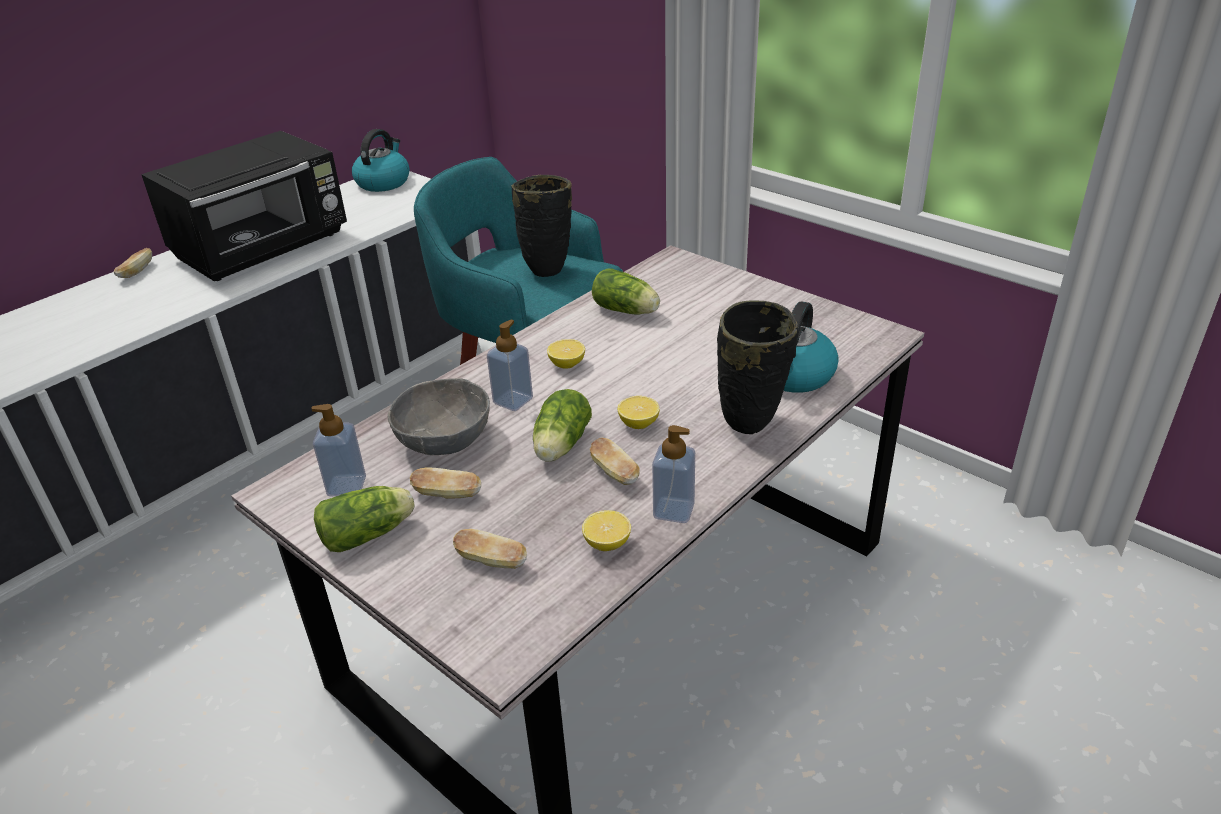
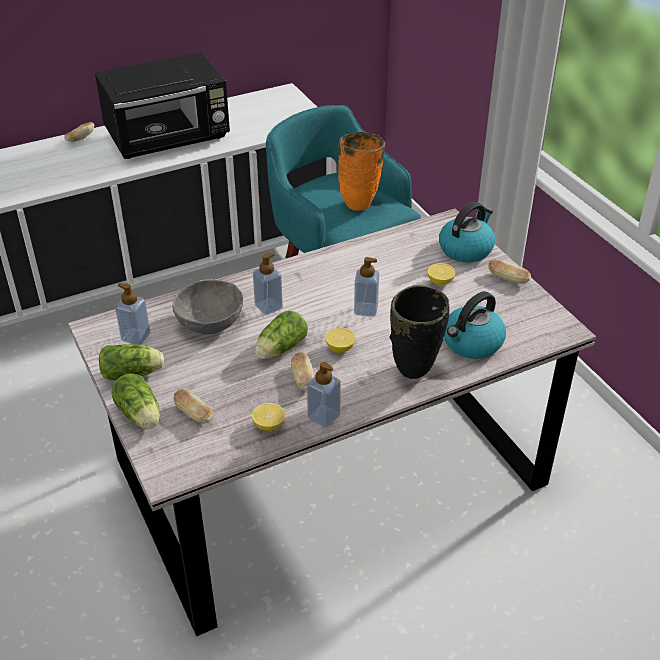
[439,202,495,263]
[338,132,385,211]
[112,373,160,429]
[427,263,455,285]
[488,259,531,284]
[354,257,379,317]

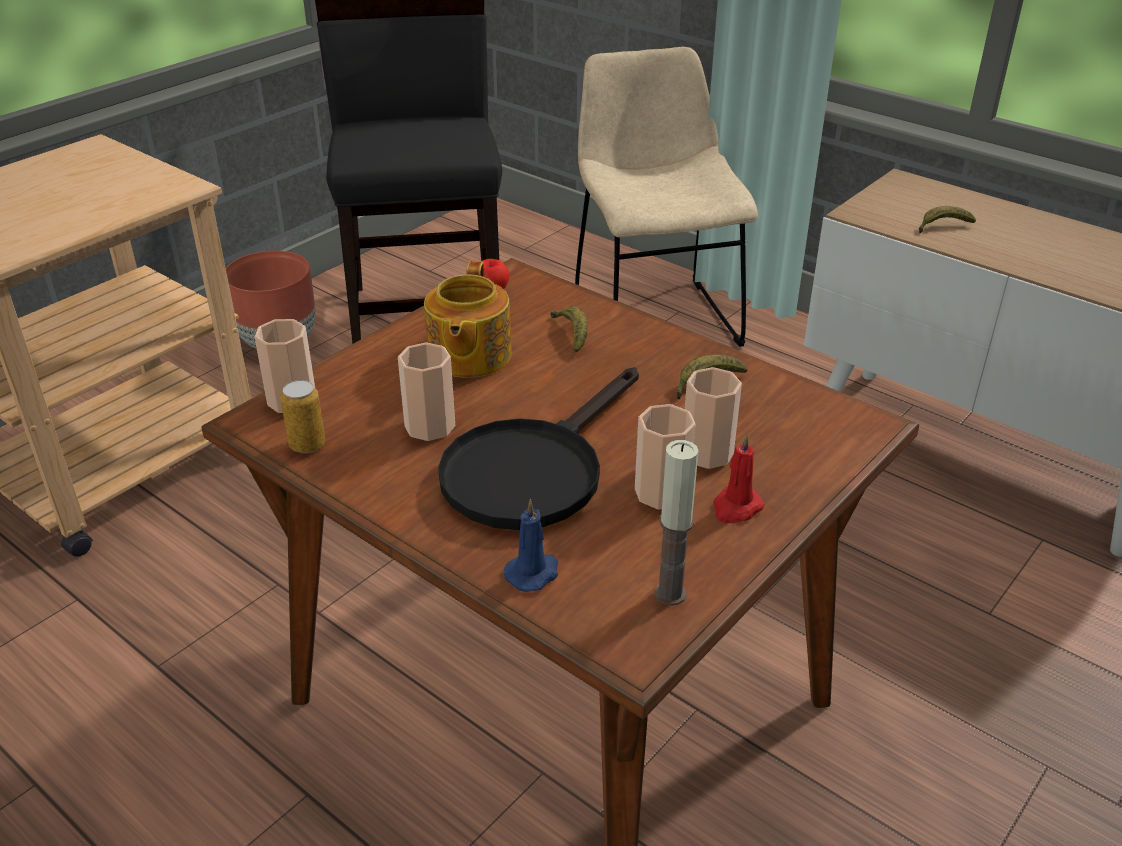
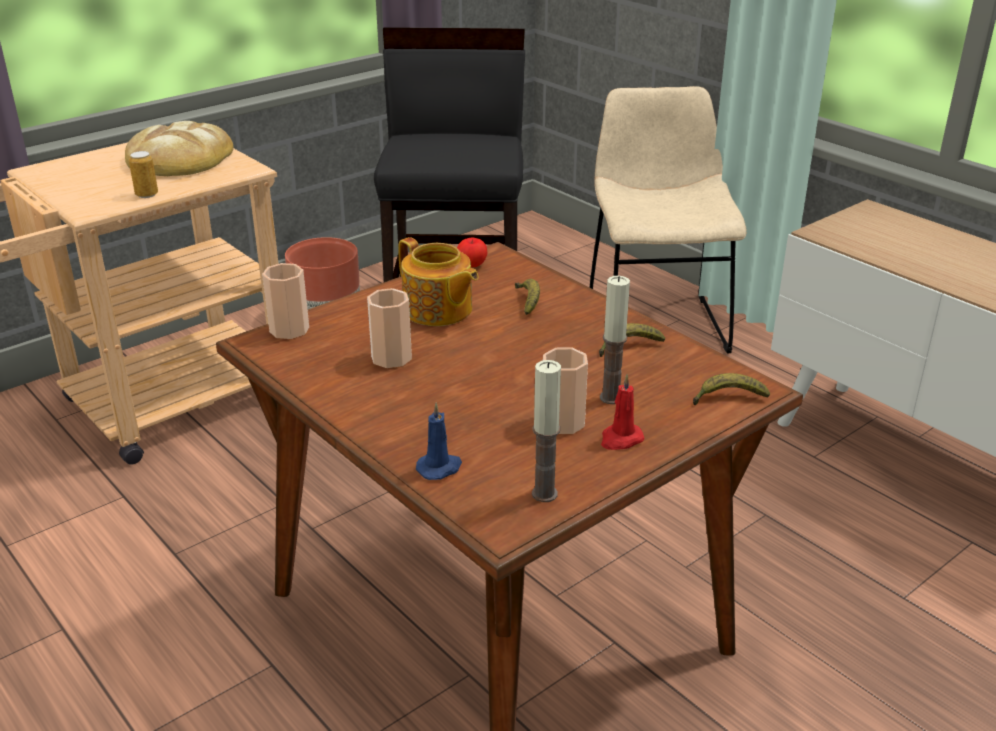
[693,373,770,405]
[398,237,479,326]
[438,367,639,530] (first image)
[600,276,630,404]
[129,151,158,198]
[125,121,234,176]

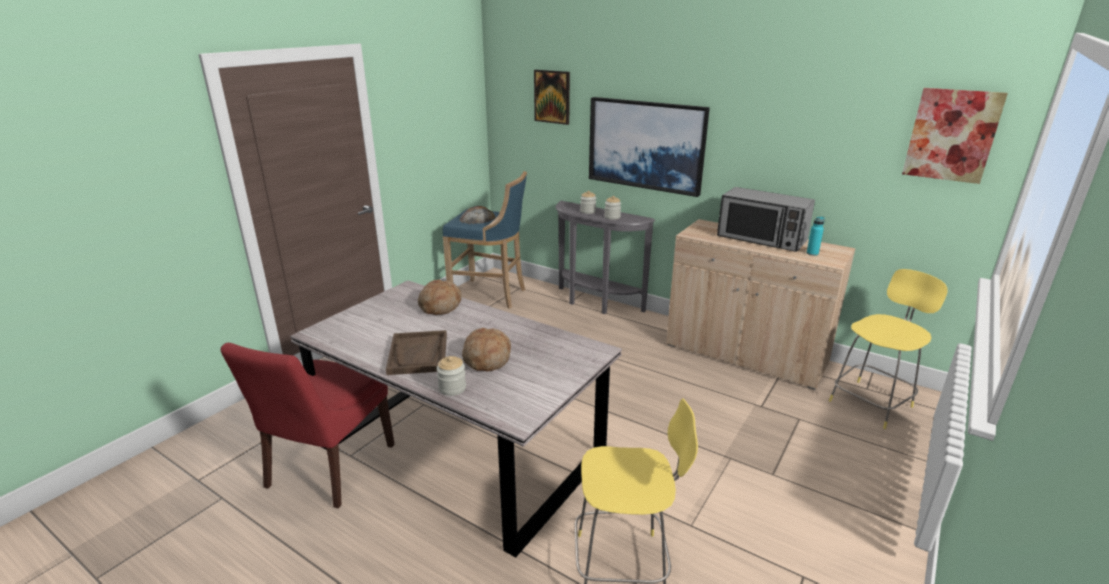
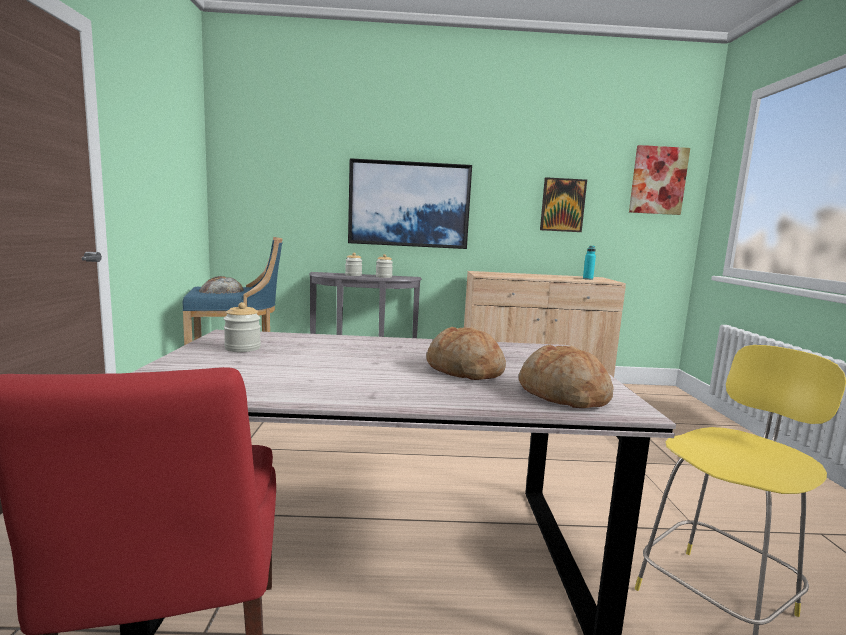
[540,177,587,232]
[717,187,815,252] (first image)
[829,269,948,429] (first image)
[519,345,614,408]
[386,330,447,375] (first image)
[223,302,261,352]

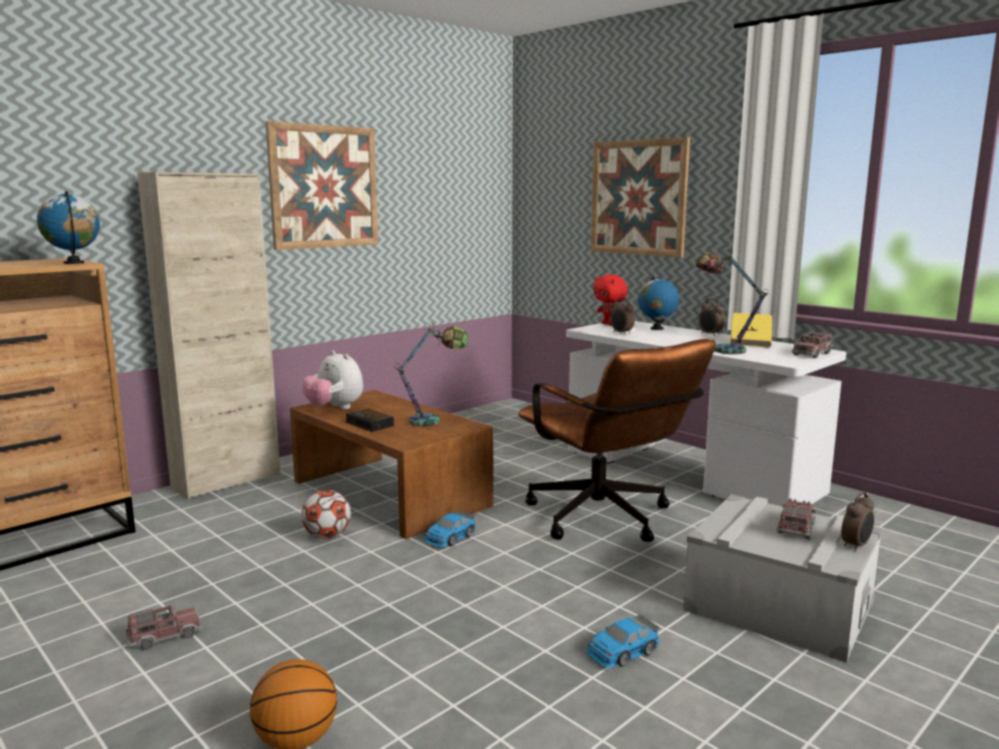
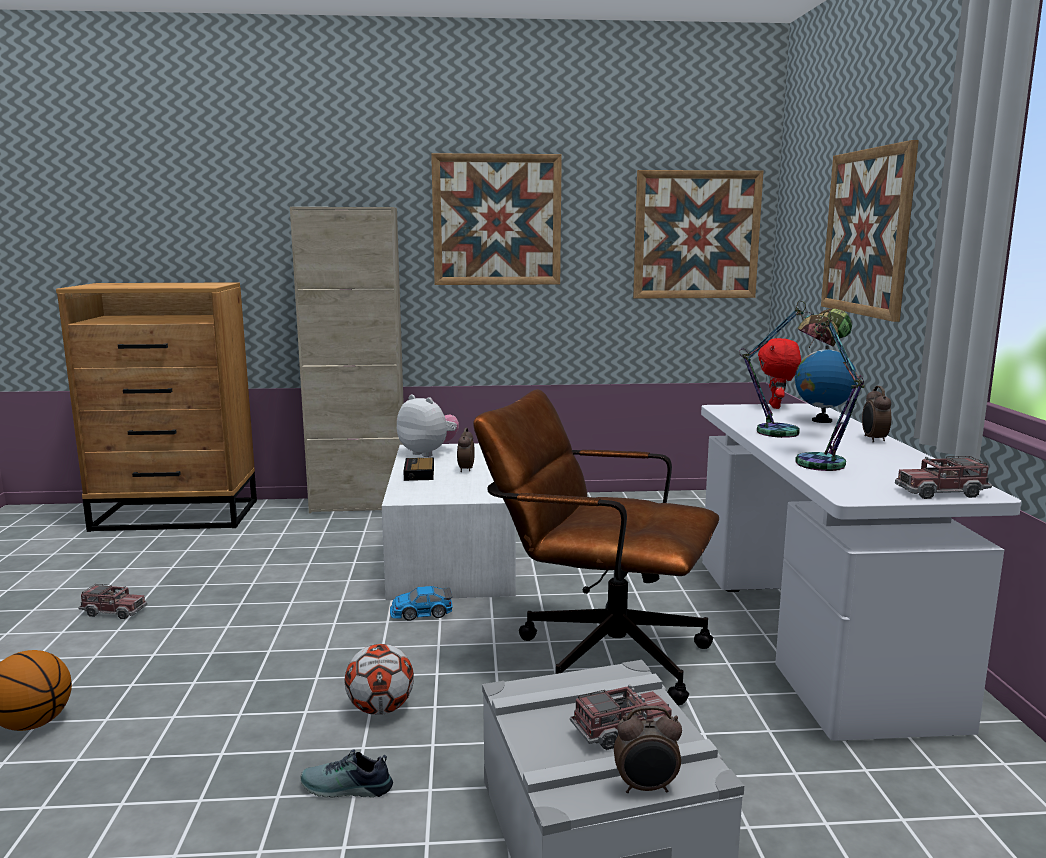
[37,191,100,264] (first image)
[457,428,475,472]
[730,313,772,347] (first image)
[739,301,852,438]
[473,389,719,705]
[397,394,459,457]
[382,443,516,600]
[344,644,414,715]
[301,749,393,798]
[633,170,763,299]

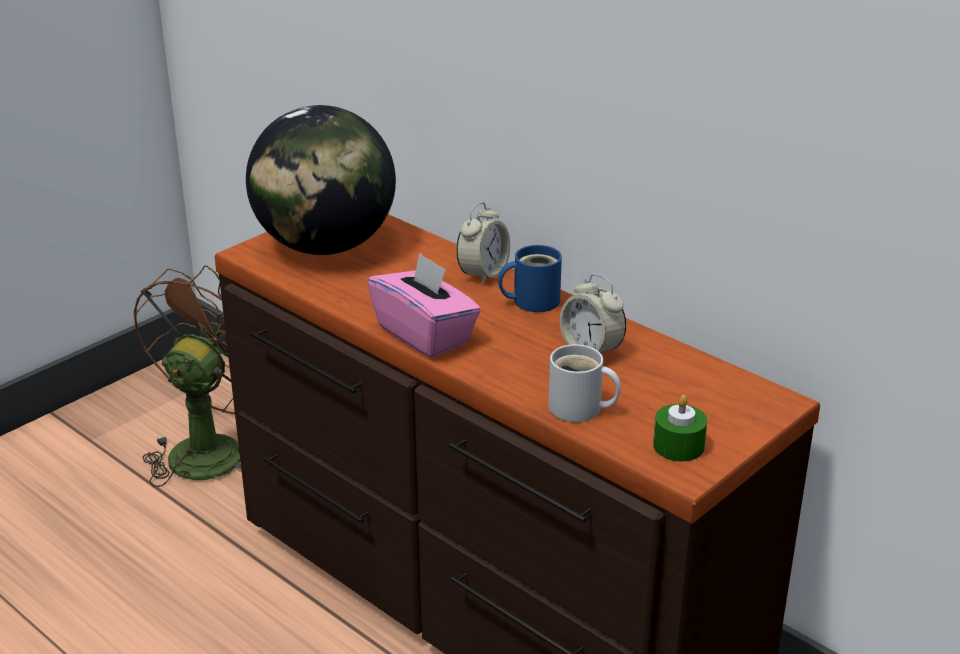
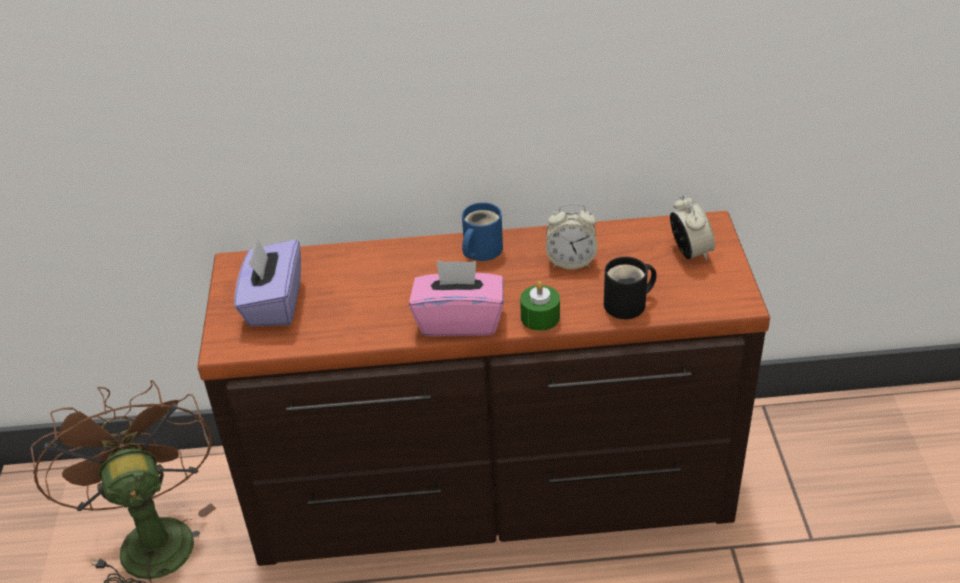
[234,238,301,326]
[670,195,715,260]
[604,257,657,319]
[520,281,560,331]

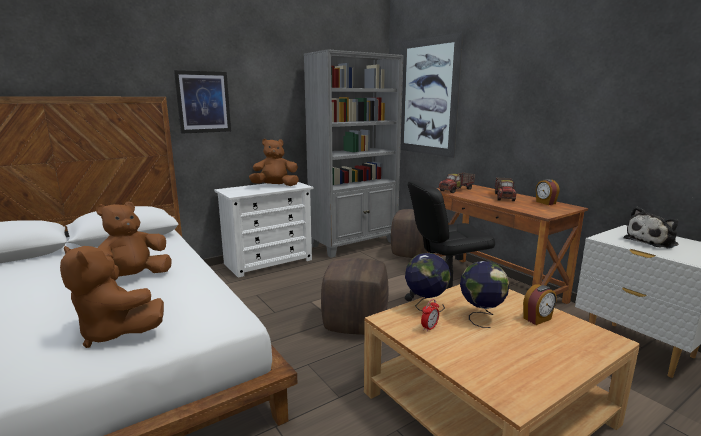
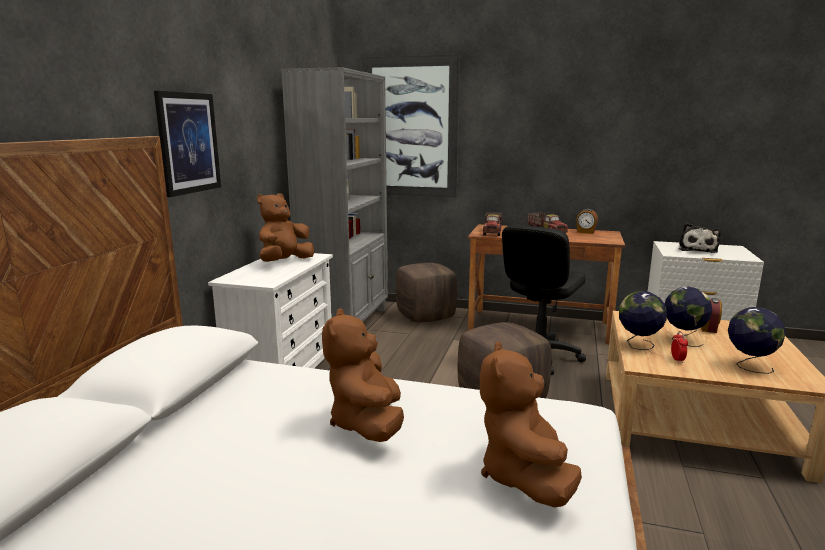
[480,341,582,507]
[728,307,786,374]

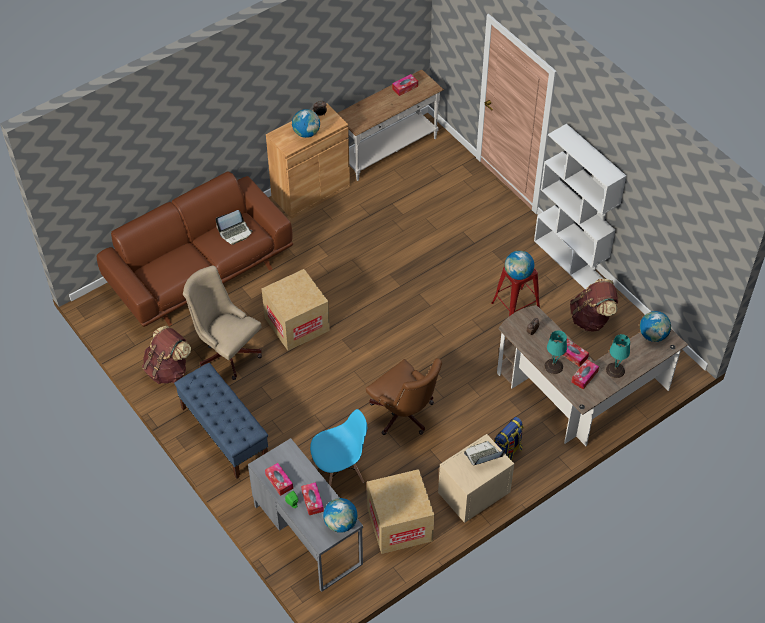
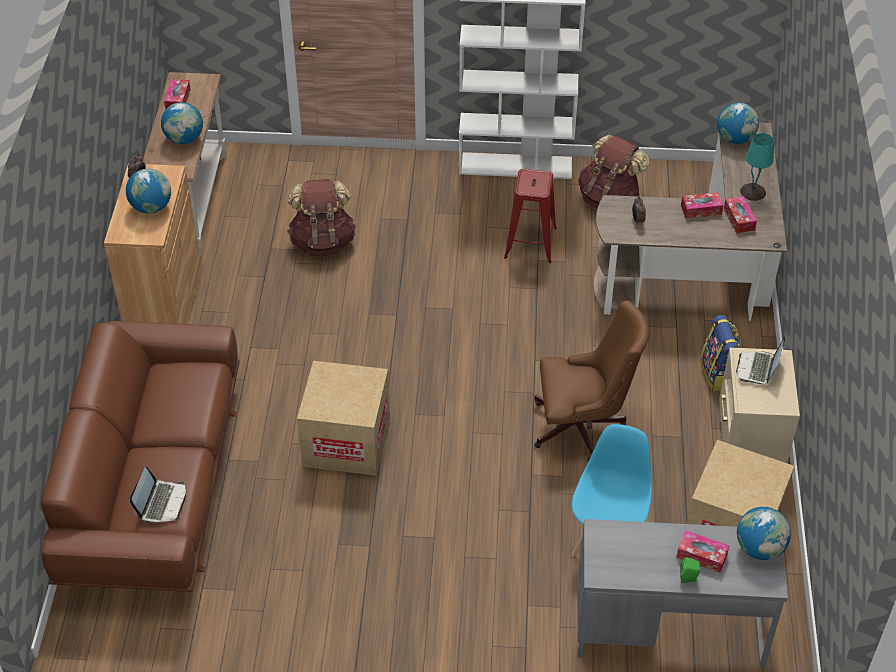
[130,467,186,523]
[161,102,203,144]
[183,266,262,380] (first image)
[287,179,356,256]
[544,330,567,374] (first image)
[174,363,268,479] (first image)
[265,463,293,496] (first image)

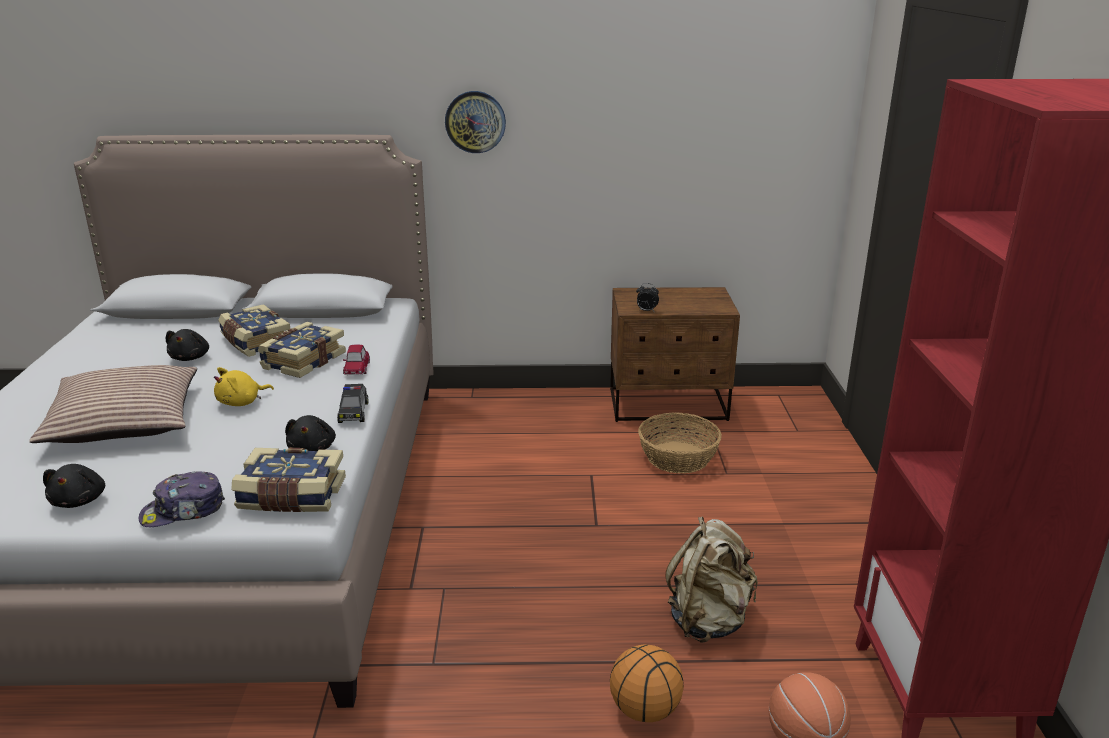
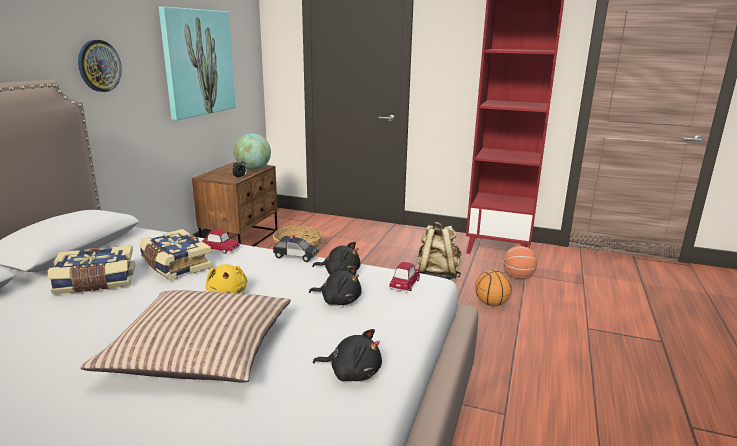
[309,266,362,305]
[389,262,420,291]
[139,471,225,527] (first image)
[159,7,236,120]
[234,134,271,170]

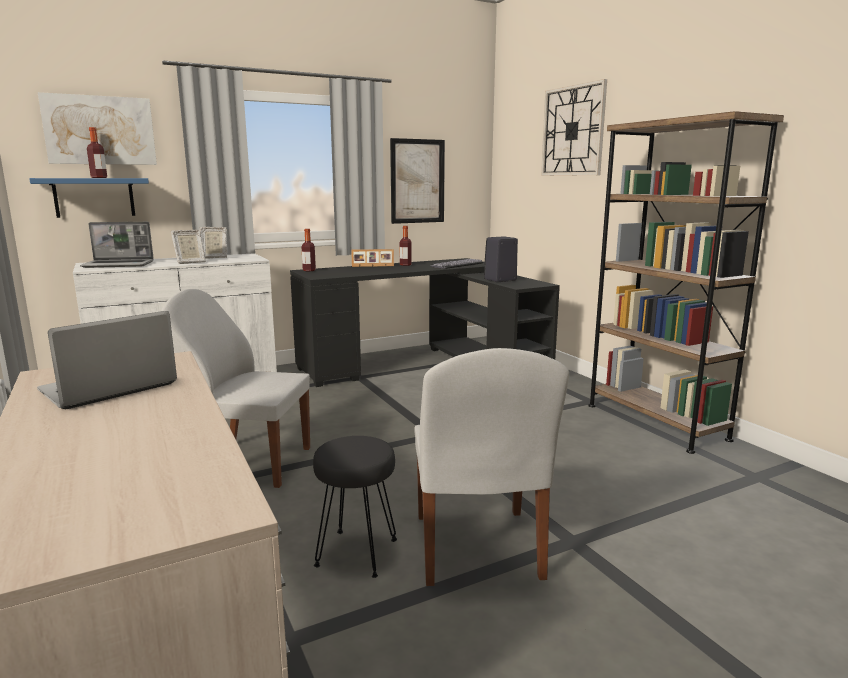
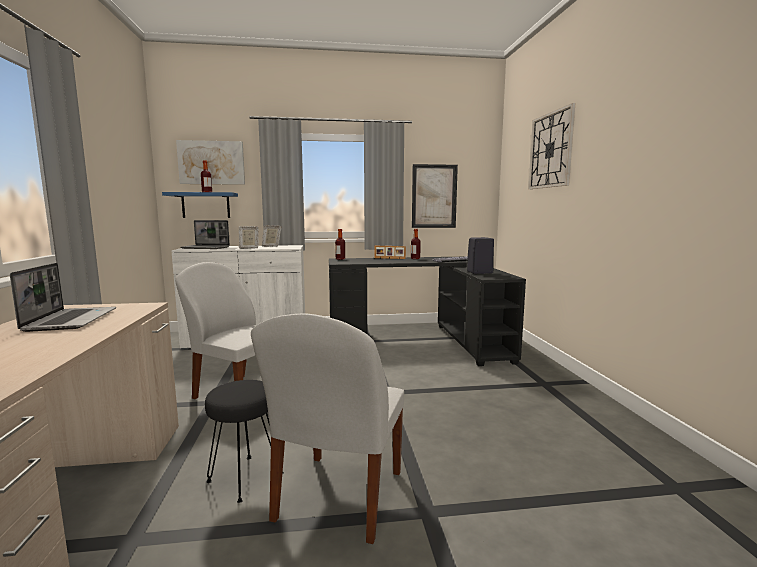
[588,111,784,454] (first image)
[10,263,116,332]

